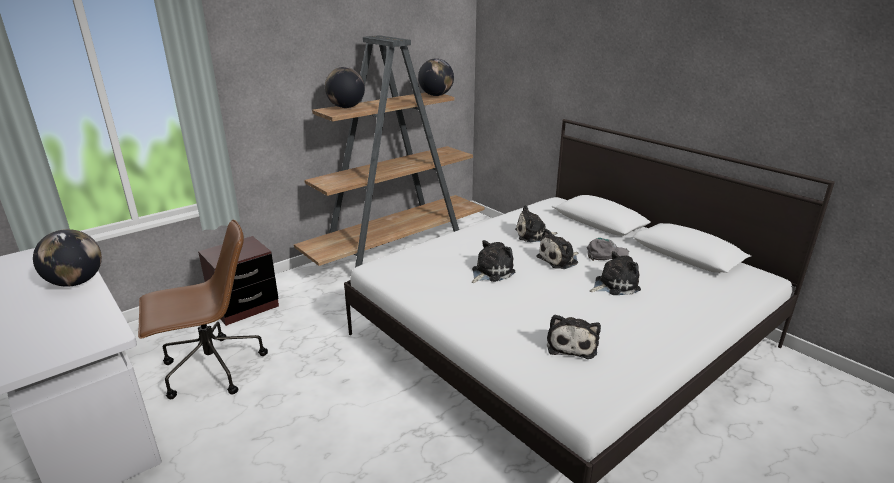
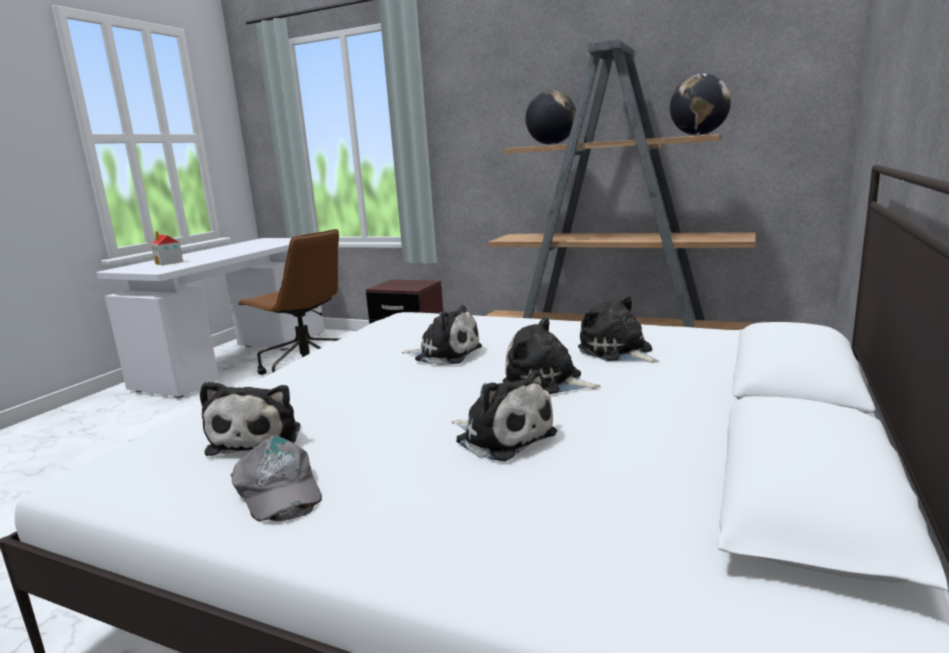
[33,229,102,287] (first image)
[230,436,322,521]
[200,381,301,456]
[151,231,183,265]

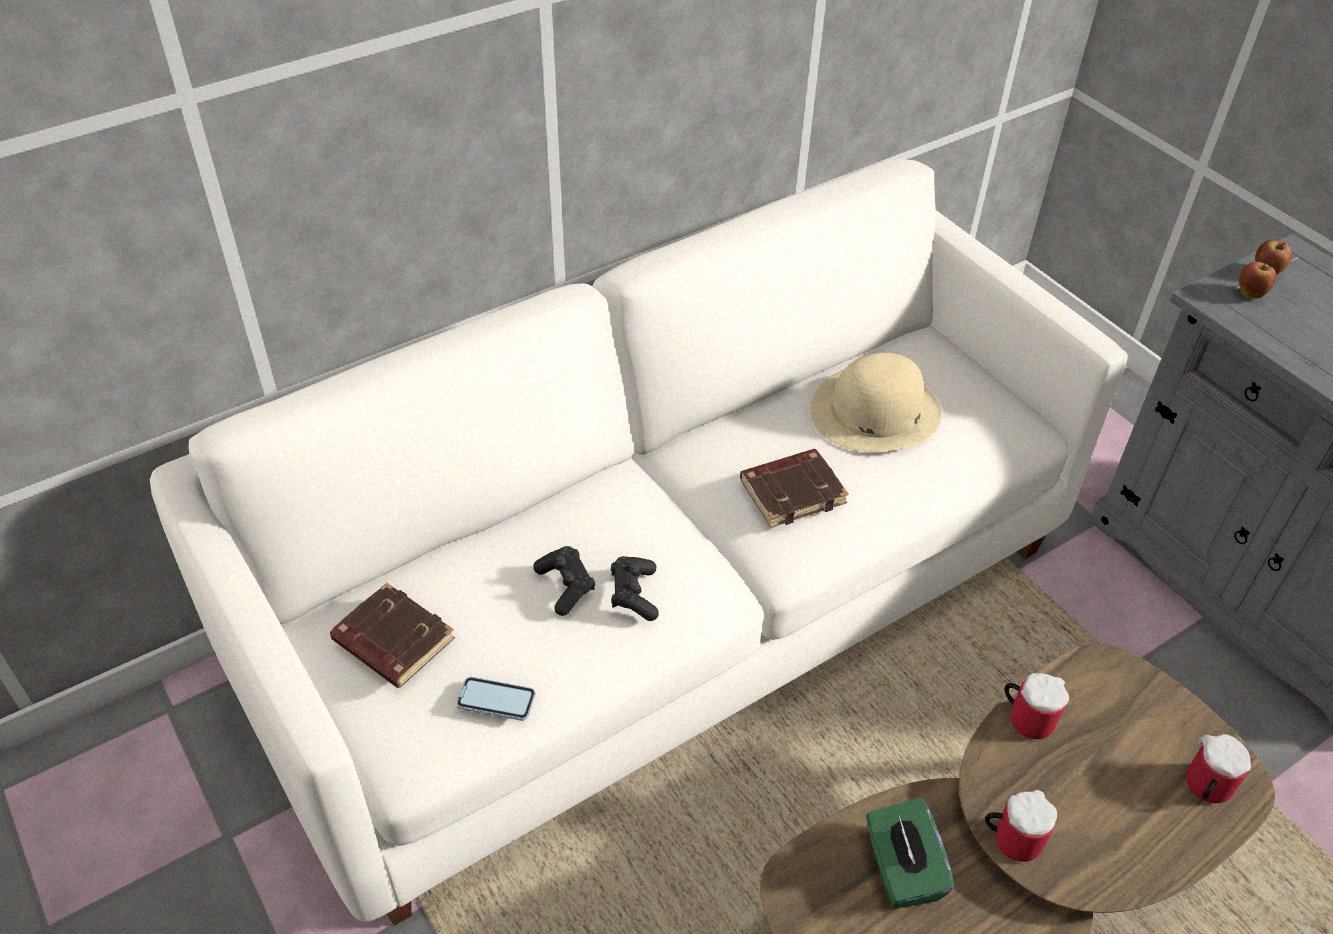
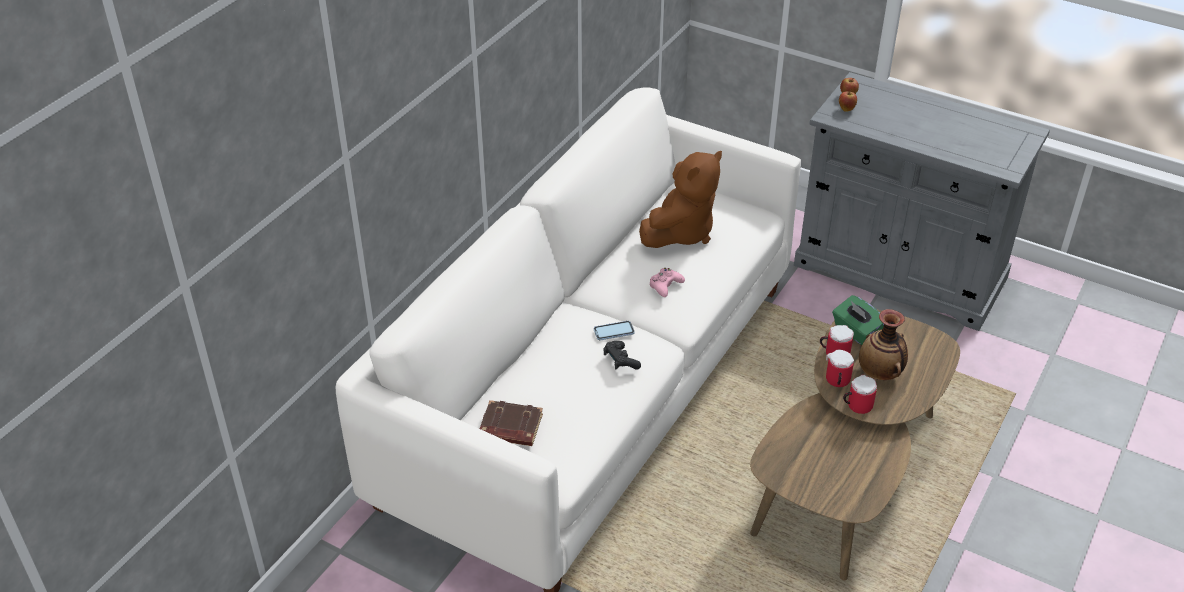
[639,151,722,248]
[649,268,685,297]
[533,546,595,616] (first image)
[594,321,635,340]
[826,350,854,387]
[832,295,884,345]
[859,309,908,380]

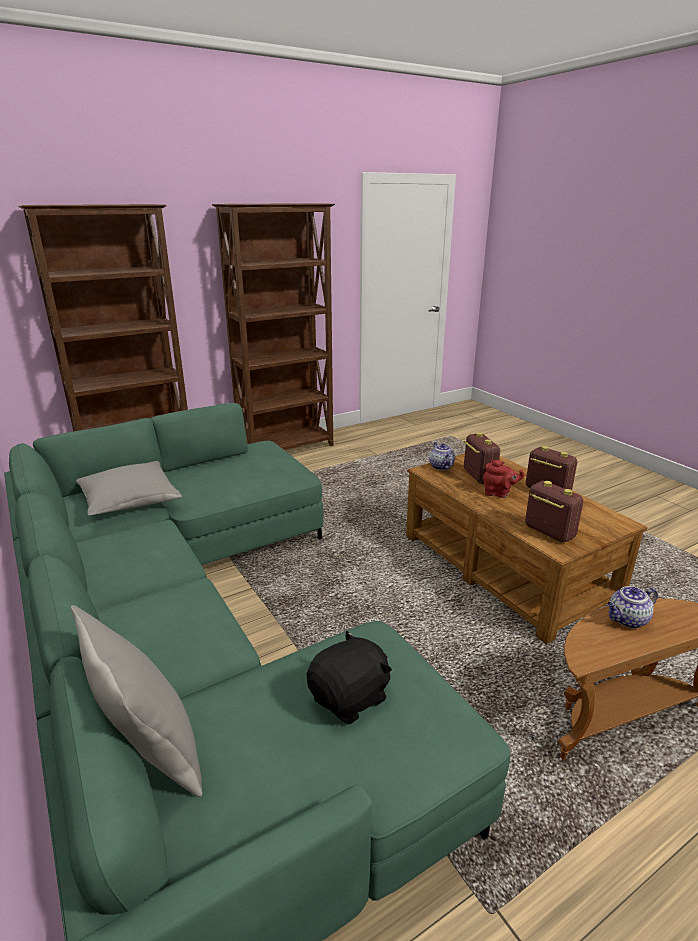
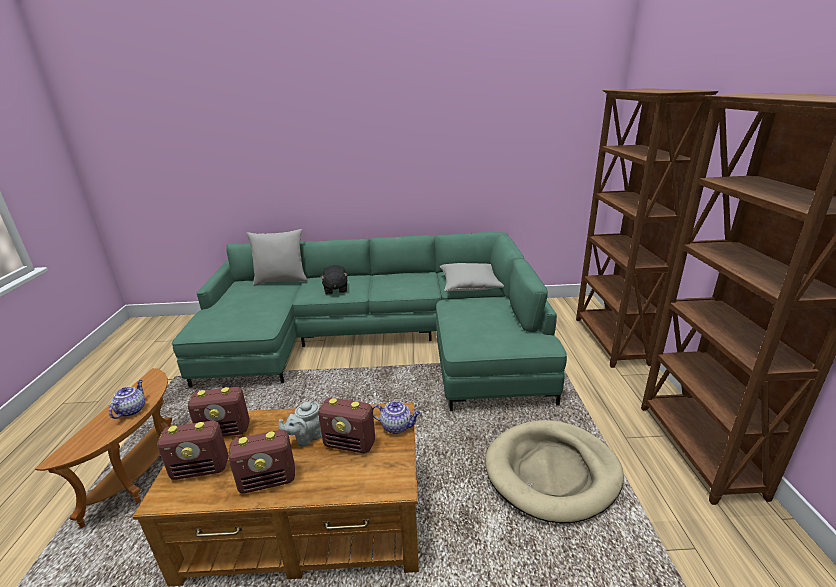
[279,400,321,447]
[320,265,348,294]
[485,420,624,523]
[157,421,228,480]

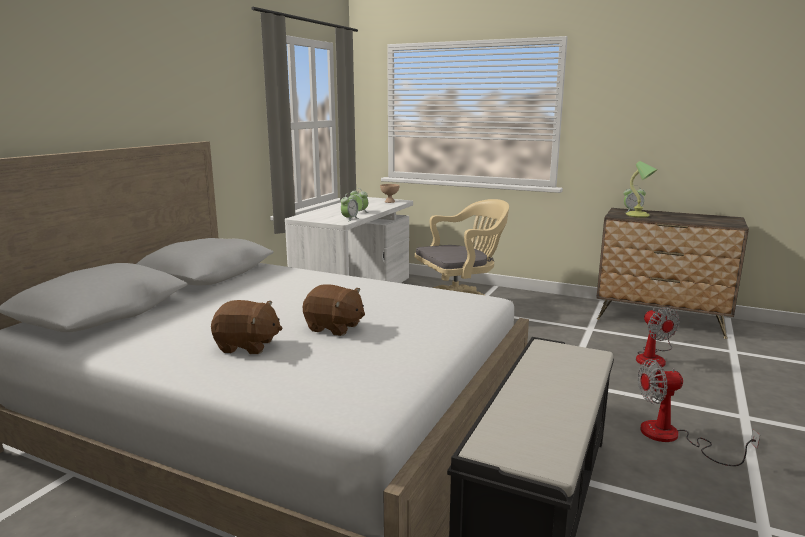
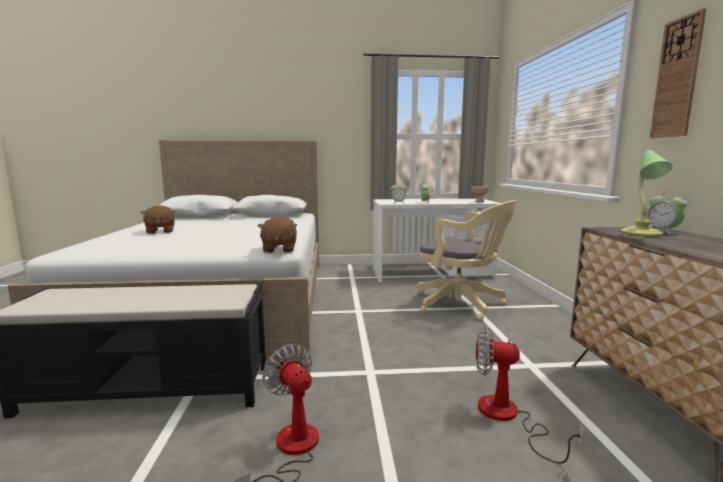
[258,217,297,253]
[476,327,584,464]
[650,8,706,138]

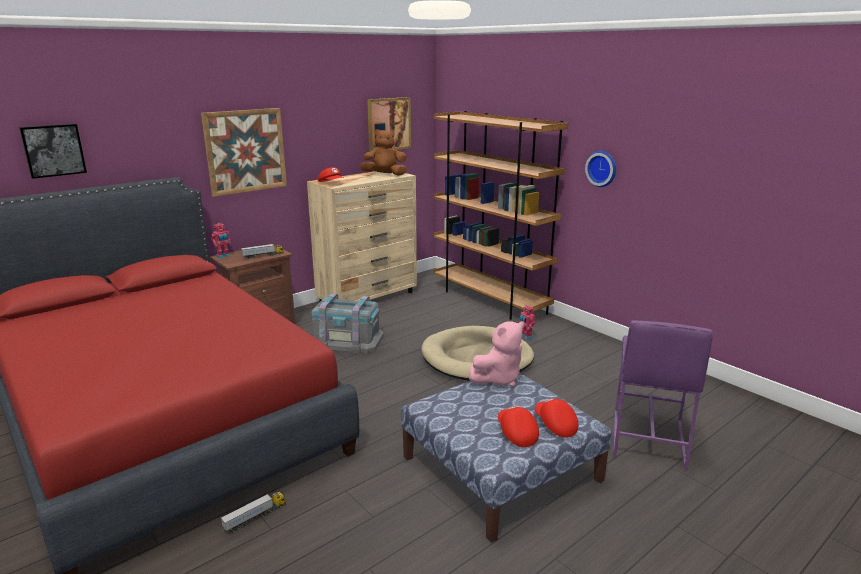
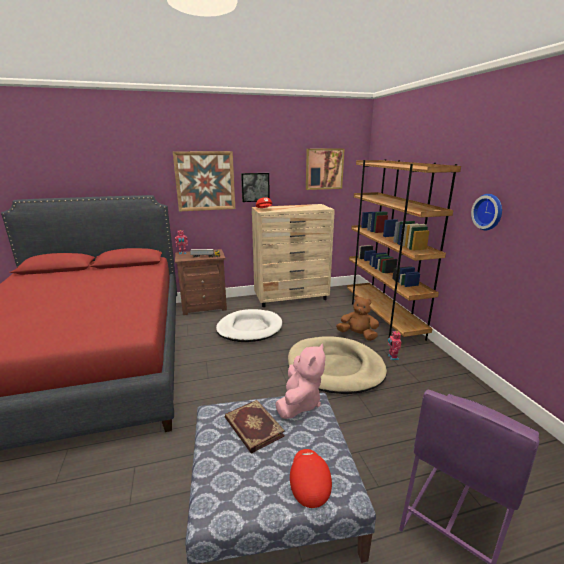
[241,173,270,202]
[336,295,379,341]
[216,309,282,342]
[276,343,325,419]
[498,406,539,447] (first image)
[221,492,285,533] (first image)
[225,400,285,453]

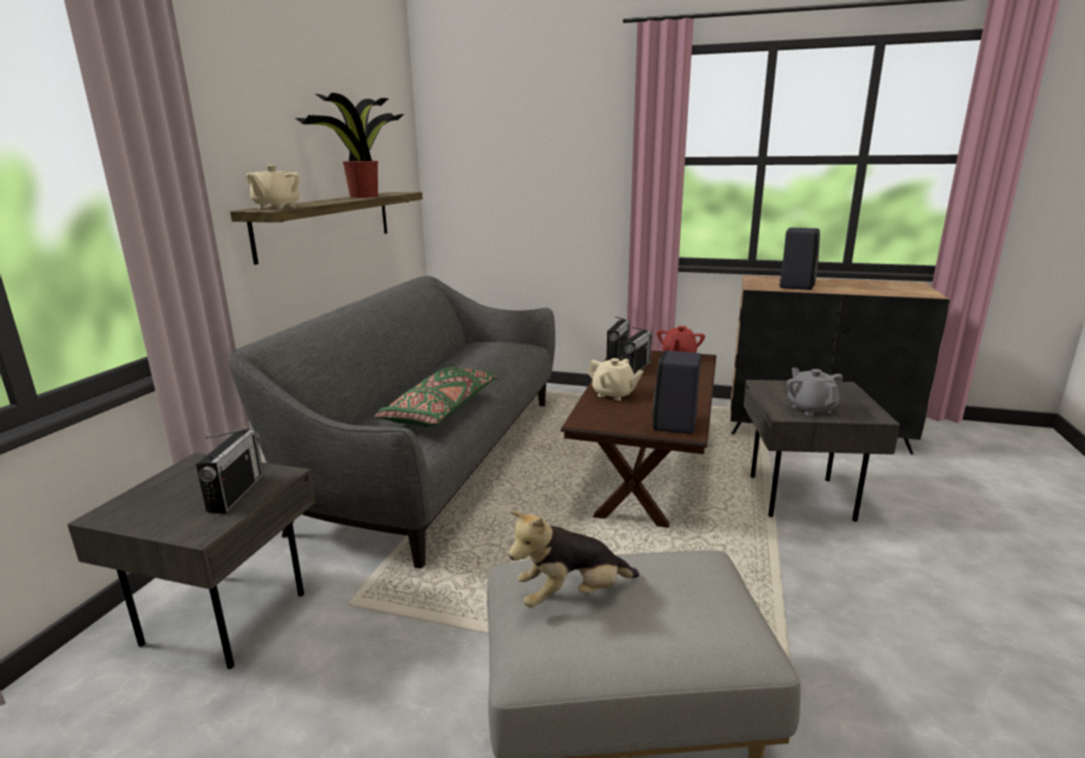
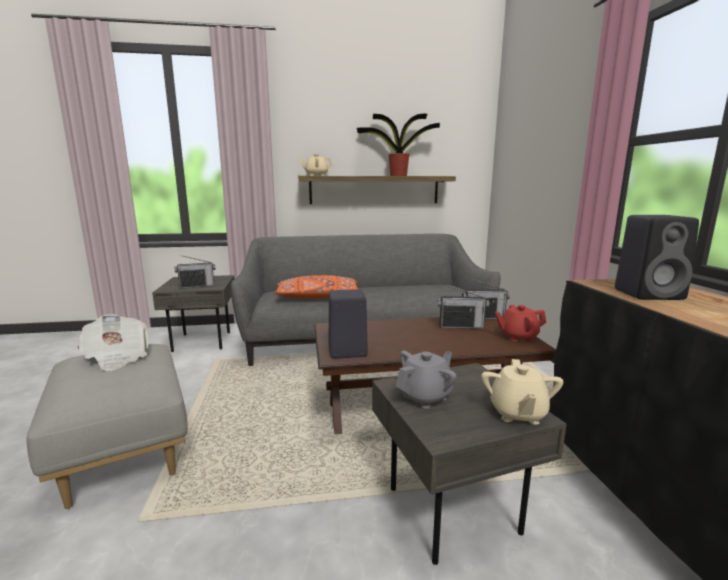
[481,359,563,425]
[274,275,358,299]
[77,314,148,371]

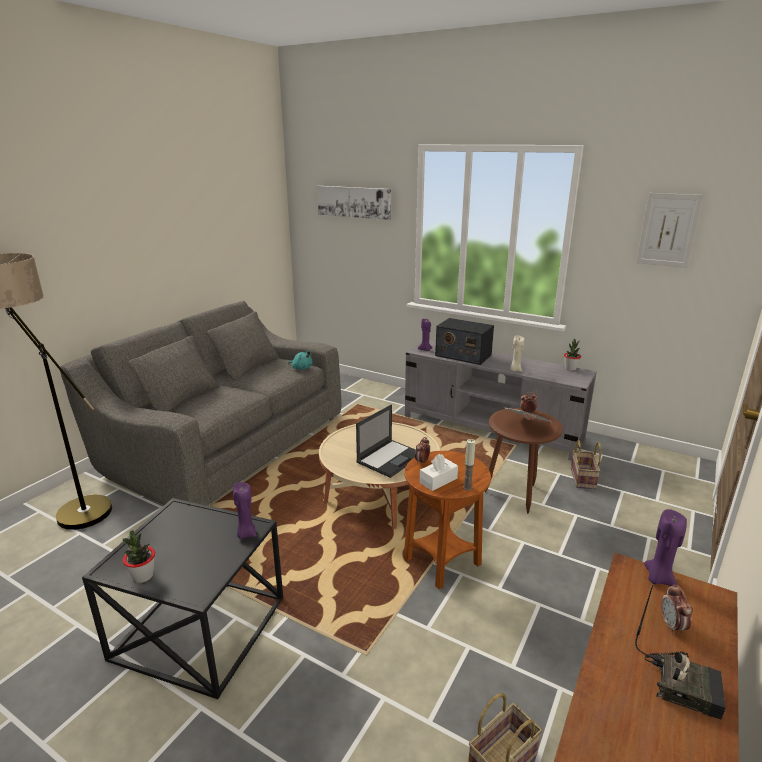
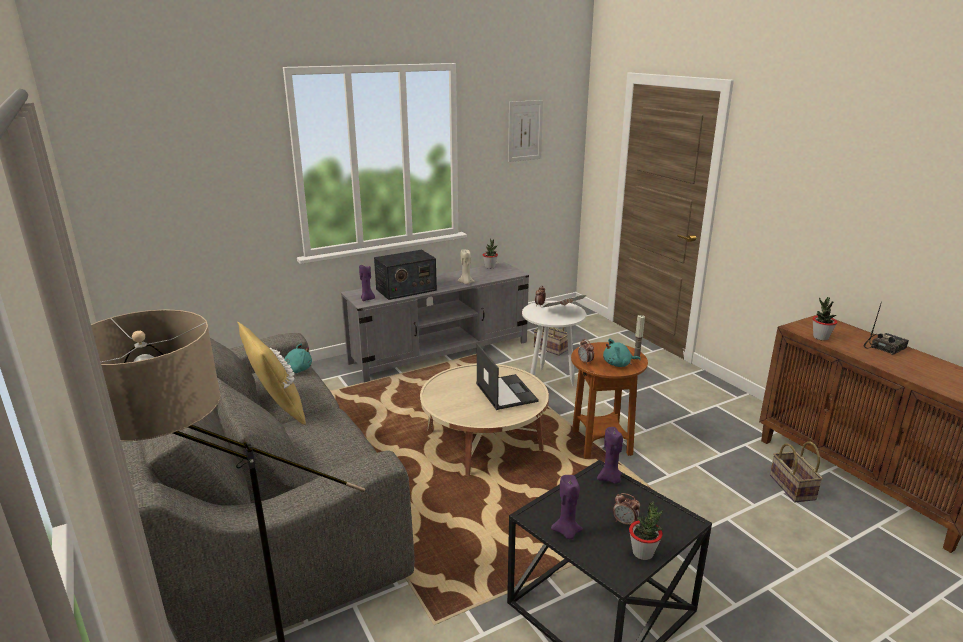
[317,186,391,220] (first image)
[522,301,586,386]
[603,339,641,367]
[551,475,583,539]
[613,493,640,525]
[812,297,838,341]
[237,322,306,425]

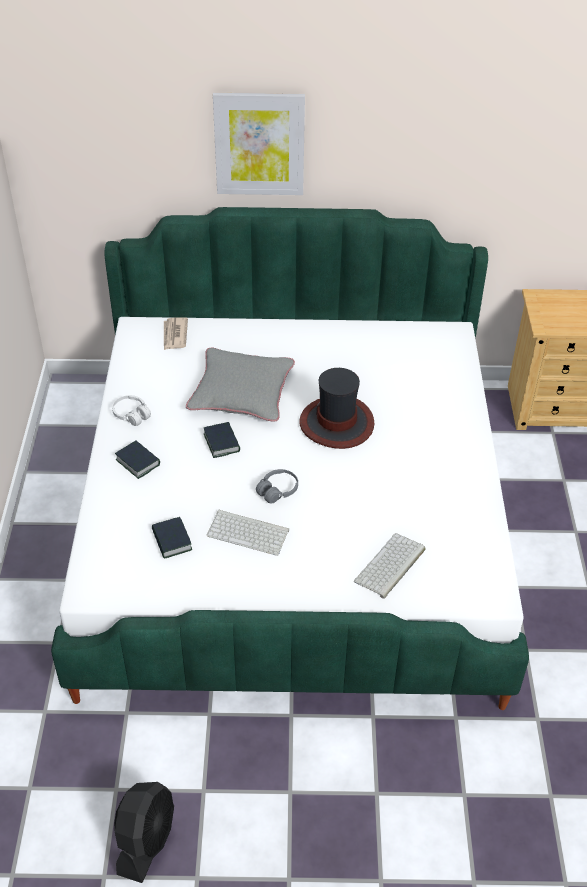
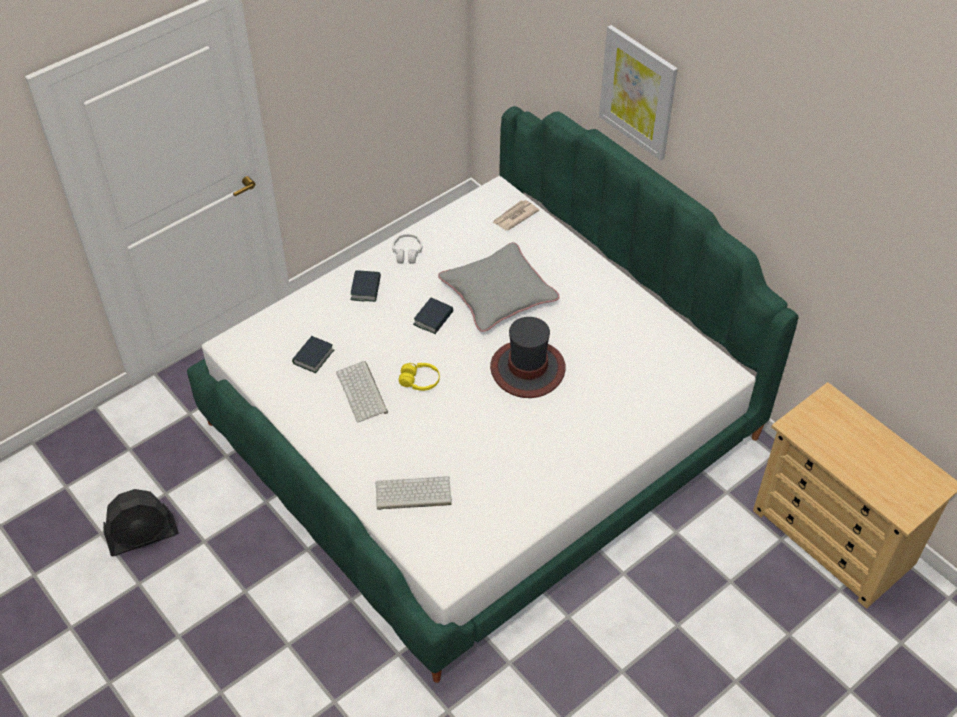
[399,363,440,391]

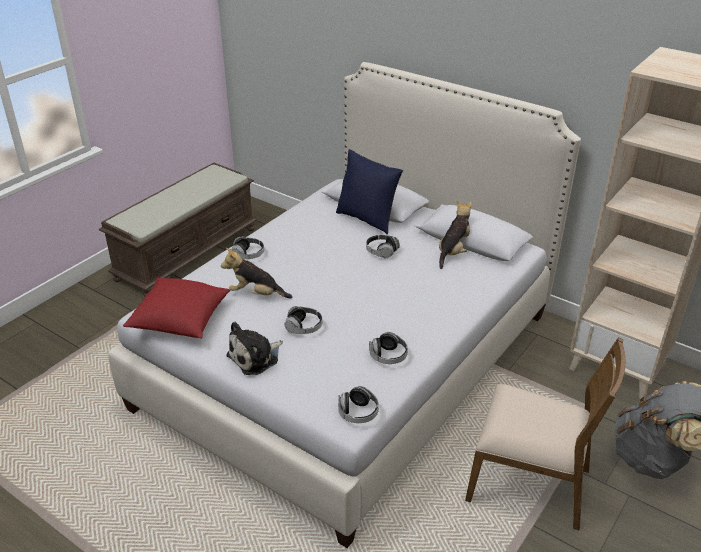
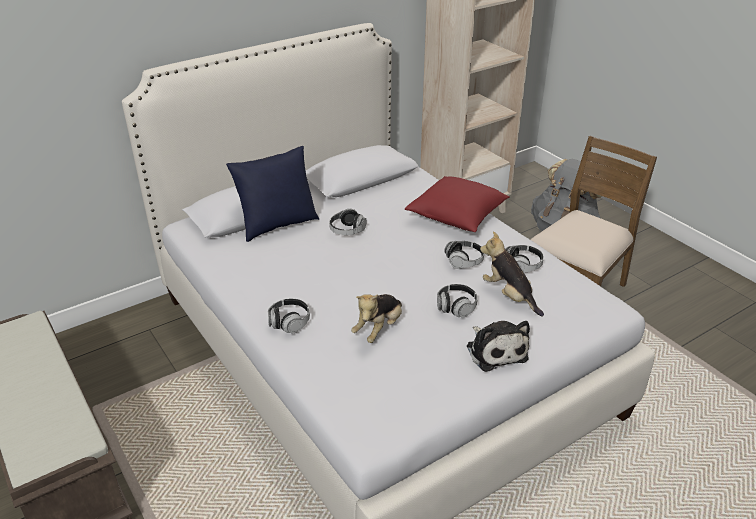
[480,231,544,317]
[405,176,510,232]
[444,241,484,269]

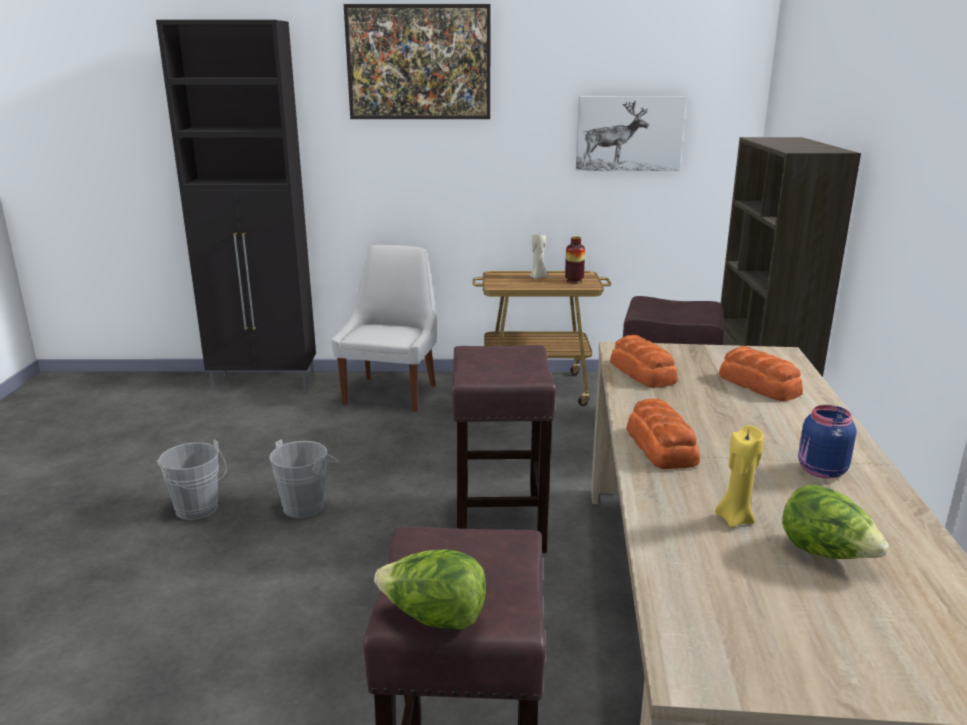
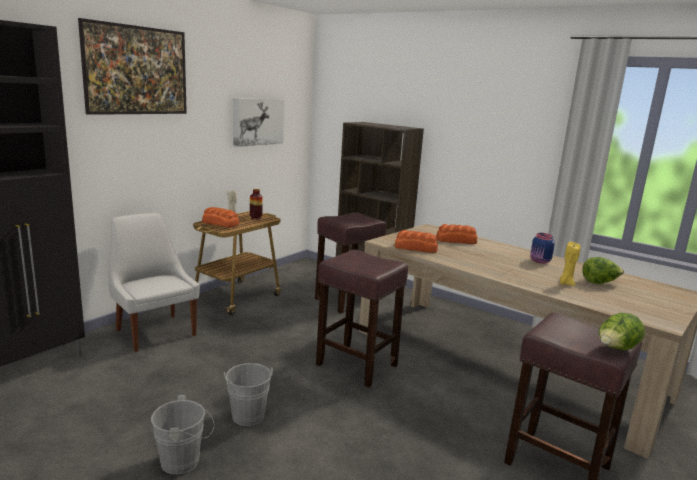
[202,207,239,228]

